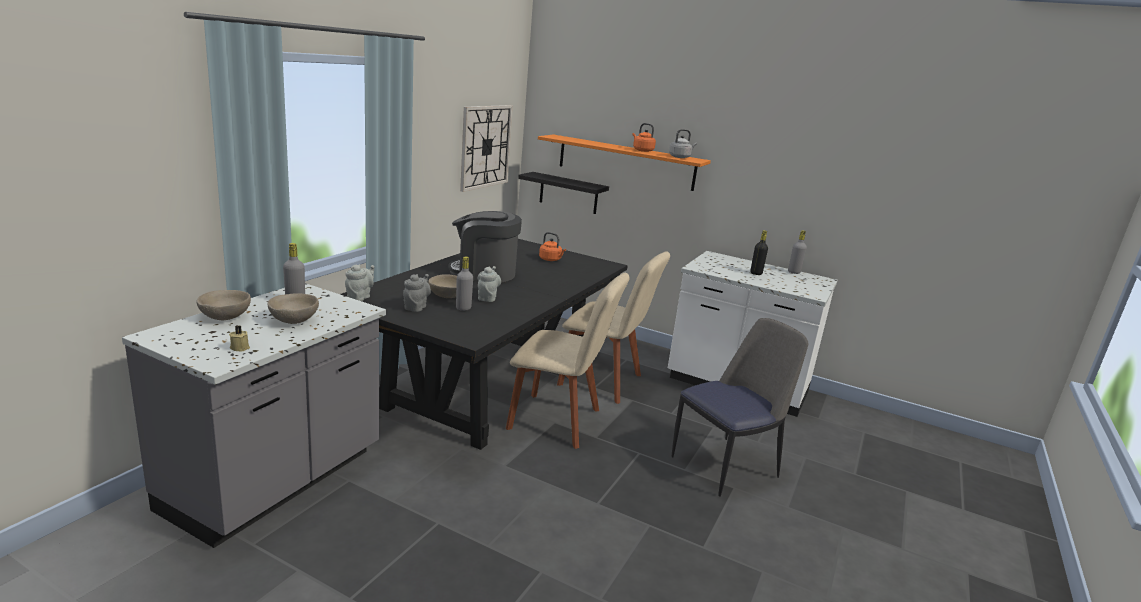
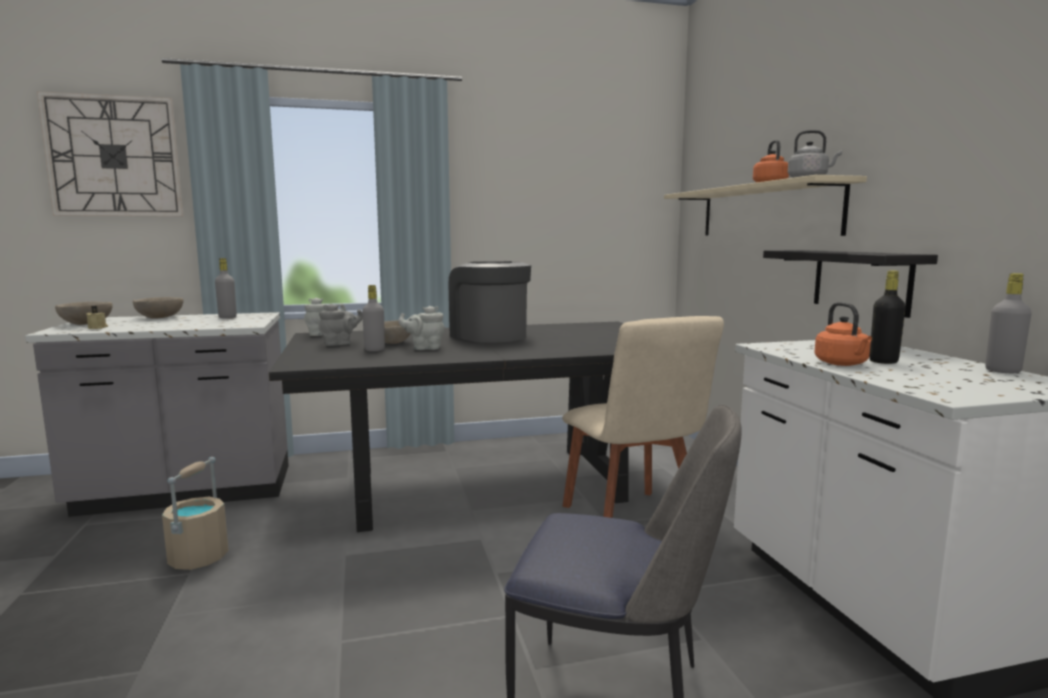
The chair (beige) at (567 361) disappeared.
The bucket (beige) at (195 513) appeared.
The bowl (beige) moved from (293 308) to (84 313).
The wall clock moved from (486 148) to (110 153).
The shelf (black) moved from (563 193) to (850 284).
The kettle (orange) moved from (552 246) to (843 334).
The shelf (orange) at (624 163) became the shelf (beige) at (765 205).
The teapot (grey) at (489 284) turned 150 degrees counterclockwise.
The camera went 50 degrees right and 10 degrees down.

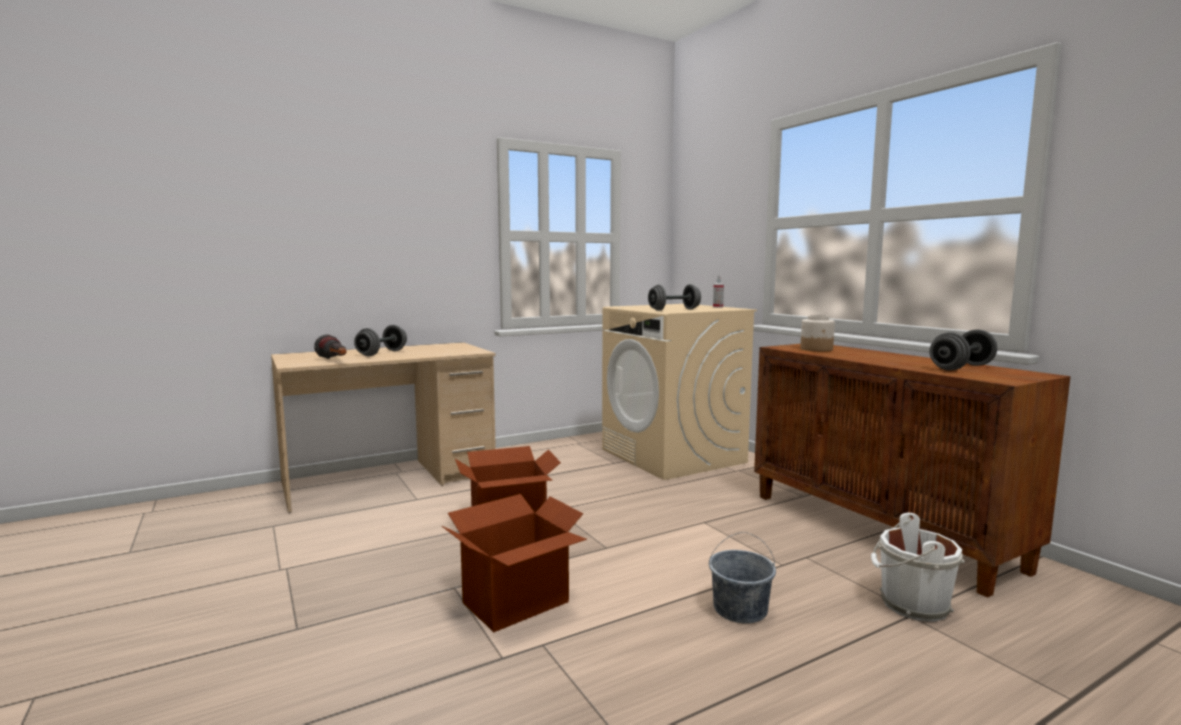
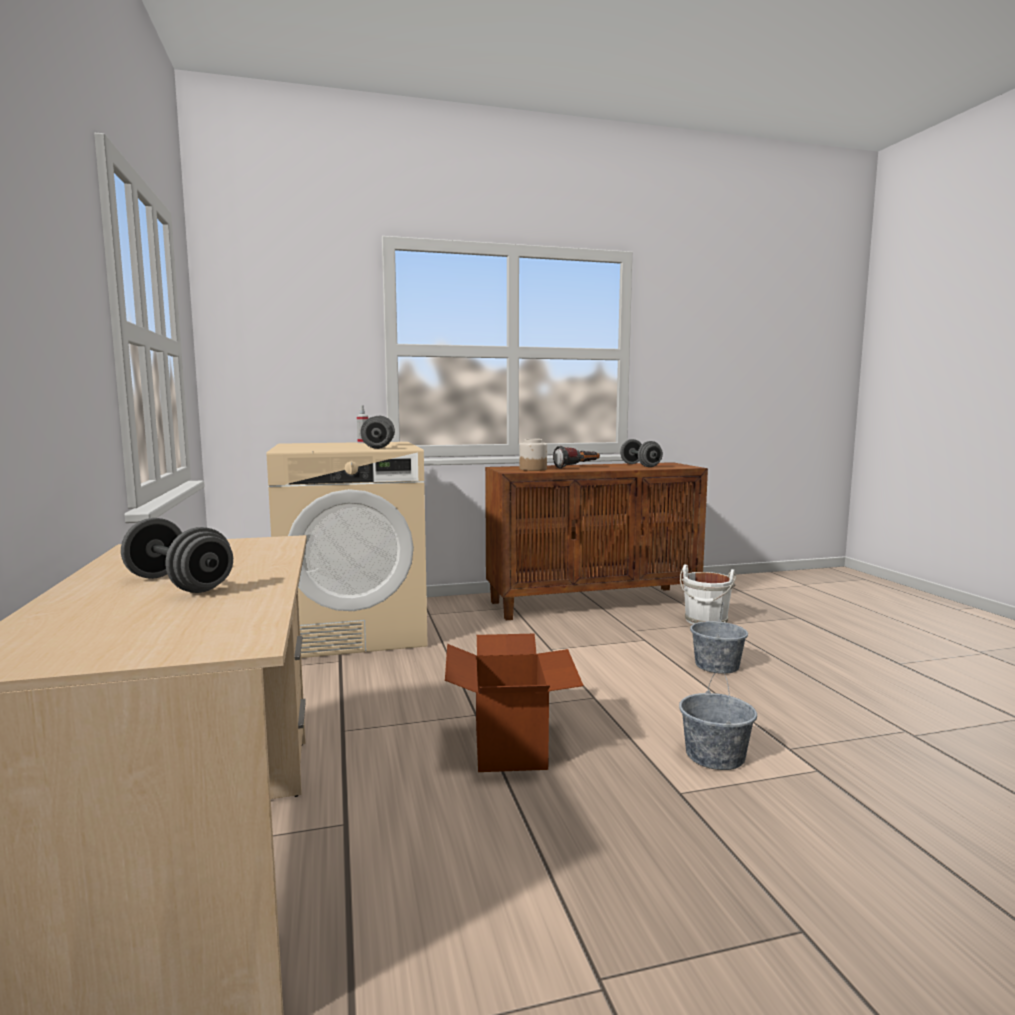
The flashlight moved from (330 346) to (576 457).
The cardboard box at (514 563) was replaced by the bucket (grey) at (718 720).
The camera went 75 degrees left and 0 degrees up.

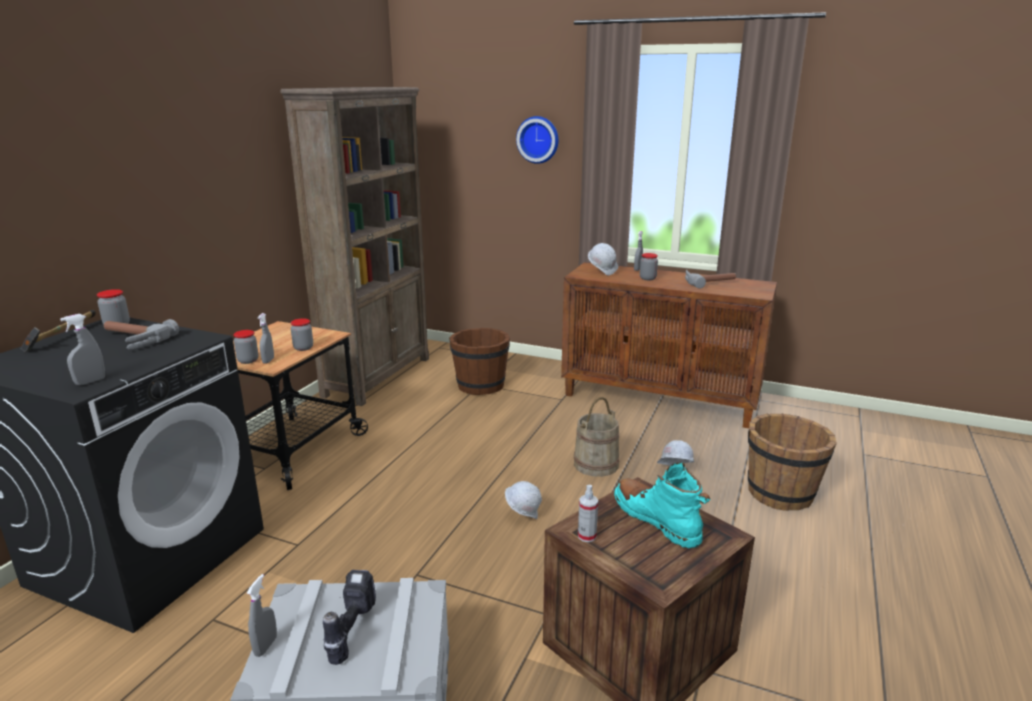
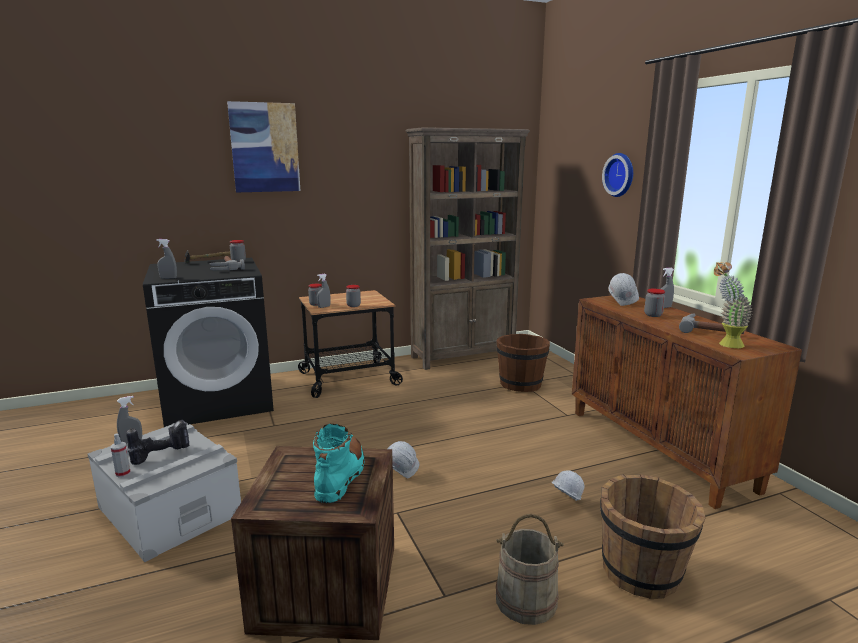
The picture at (263 146) appeared.
The potted plant at (733 305) appeared.
The bucket (beige) moved from (596 437) to (530 569).
The spray bottle moved from (588 513) to (121 455).
The camera went 45 degrees right and 5 degrees down.

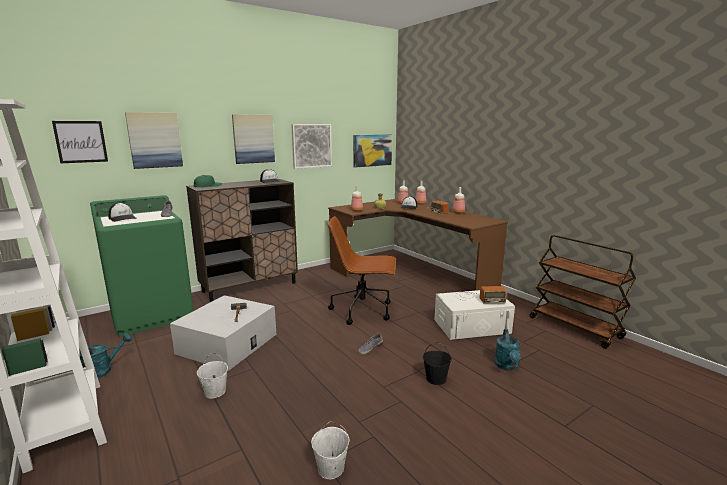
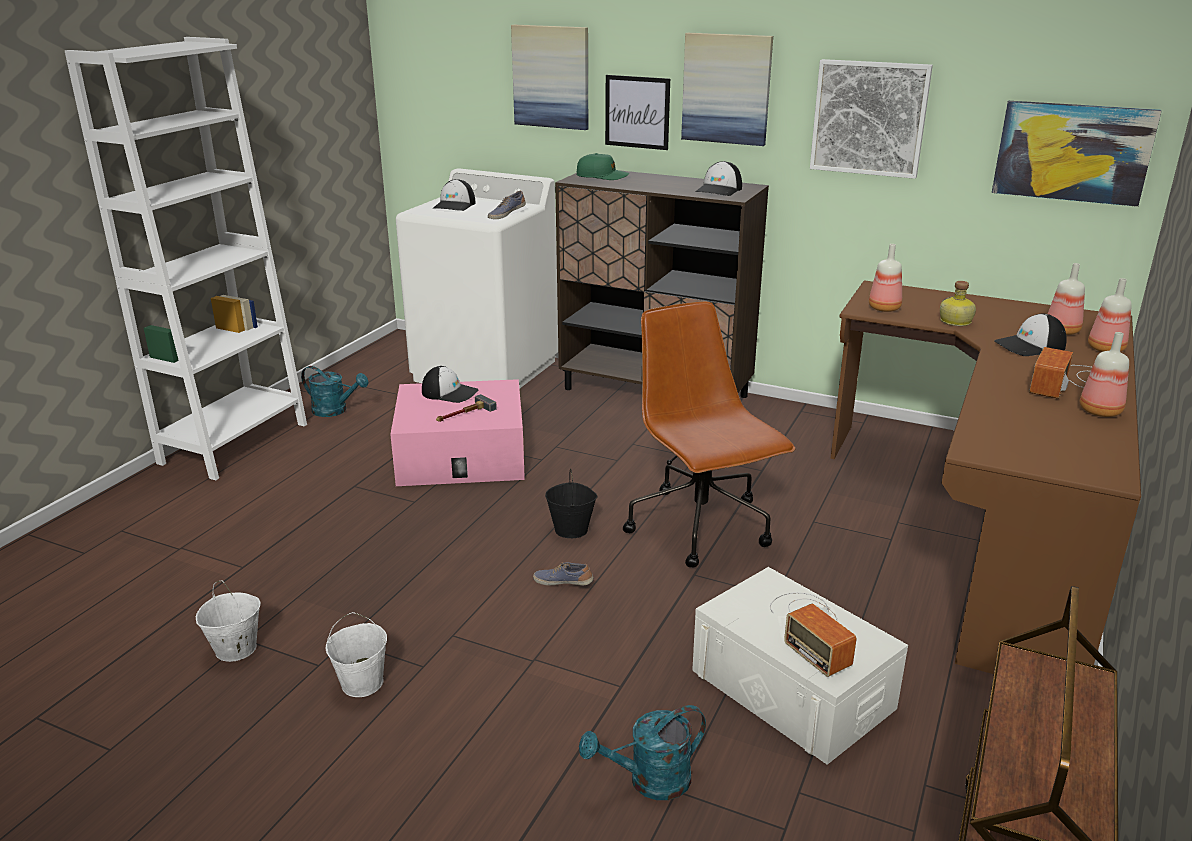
The cap at (450 384) appeared.
The picture moved from (80 142) to (637 112).
The bucket (white) moved from (212 375) to (356 654).
The bucket (black) moved from (437 363) to (571 503).
The washing machine (green) at (142 266) became the washing machine (white) at (477 278).
The storage box (white) at (223 333) became the storage box (pink) at (457 432).
The camera went 60 degrees right and 10 degrees up.

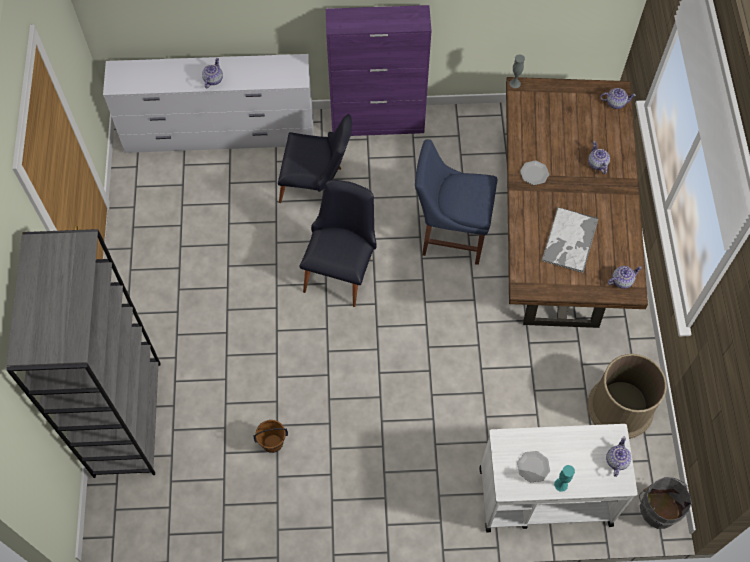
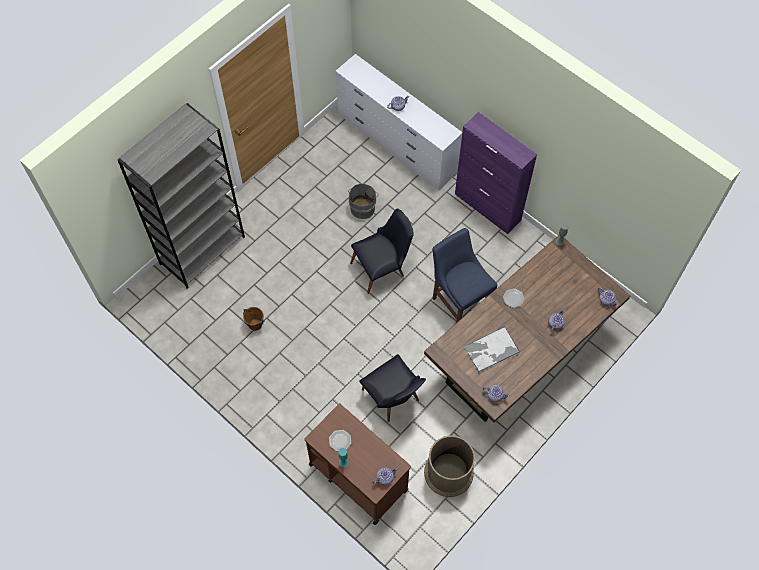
The chair (black) moved from (315 158) to (393 388).
The bucket (grey) moved from (665 503) to (363 201).
The cart (white) at (559 478) became the cart (brown) at (357 464).
The camera went 45 degrees right and 0 degrees up.

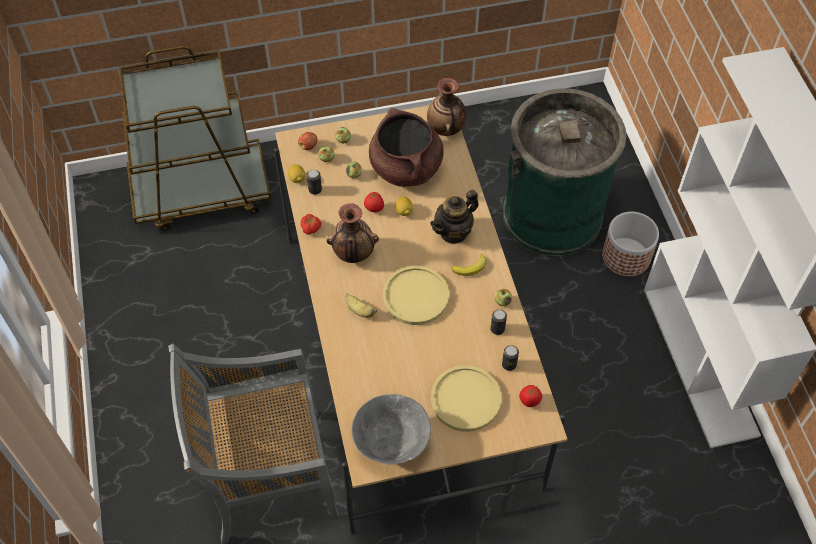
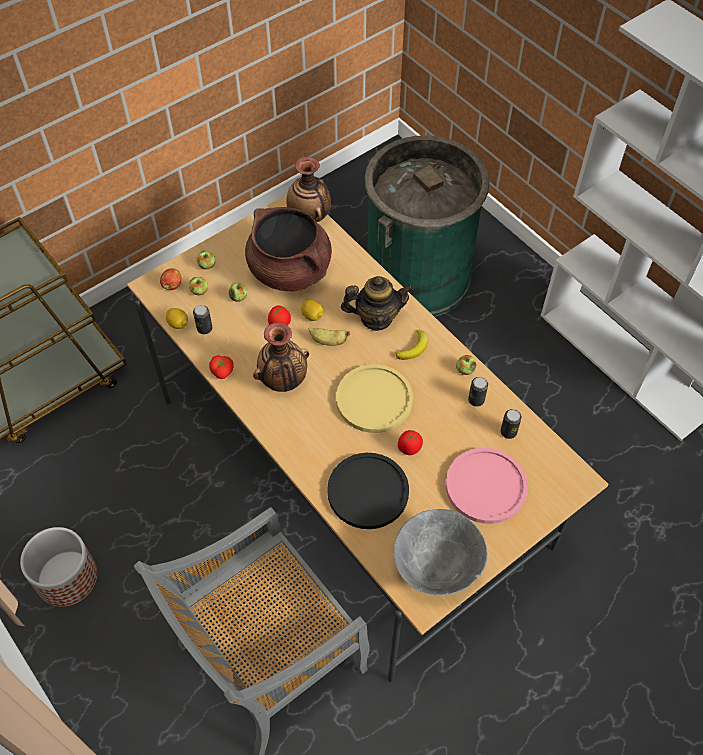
The plate (black) at (368 491) appeared.
The banana moved from (361 305) to (329 337).
The tomato moved from (530 396) to (410 442).
The planter moved from (630 244) to (58 567).
The plate (yellow) at (466 398) became the plate (pink) at (487 486).
The teapot at (454 217) turned 120 degrees counterclockwise.
The camera went 25 degrees left and 0 degrees up.

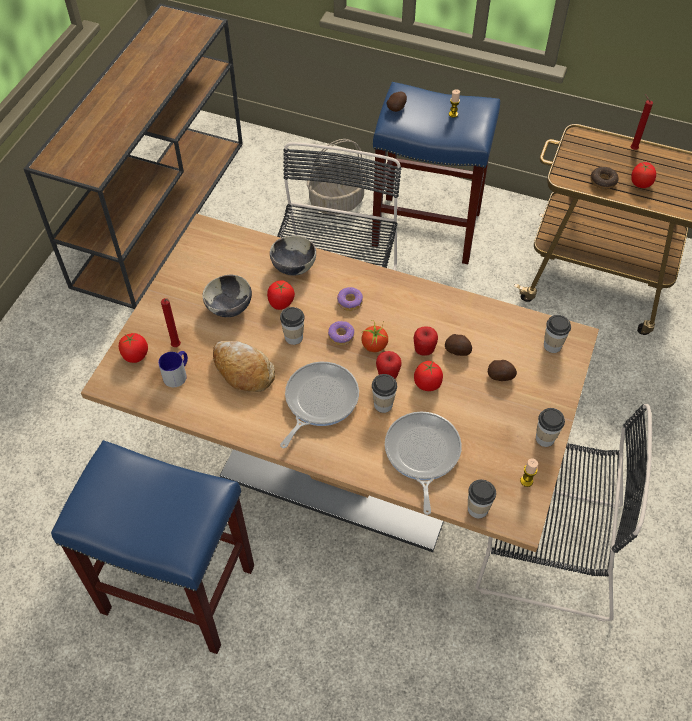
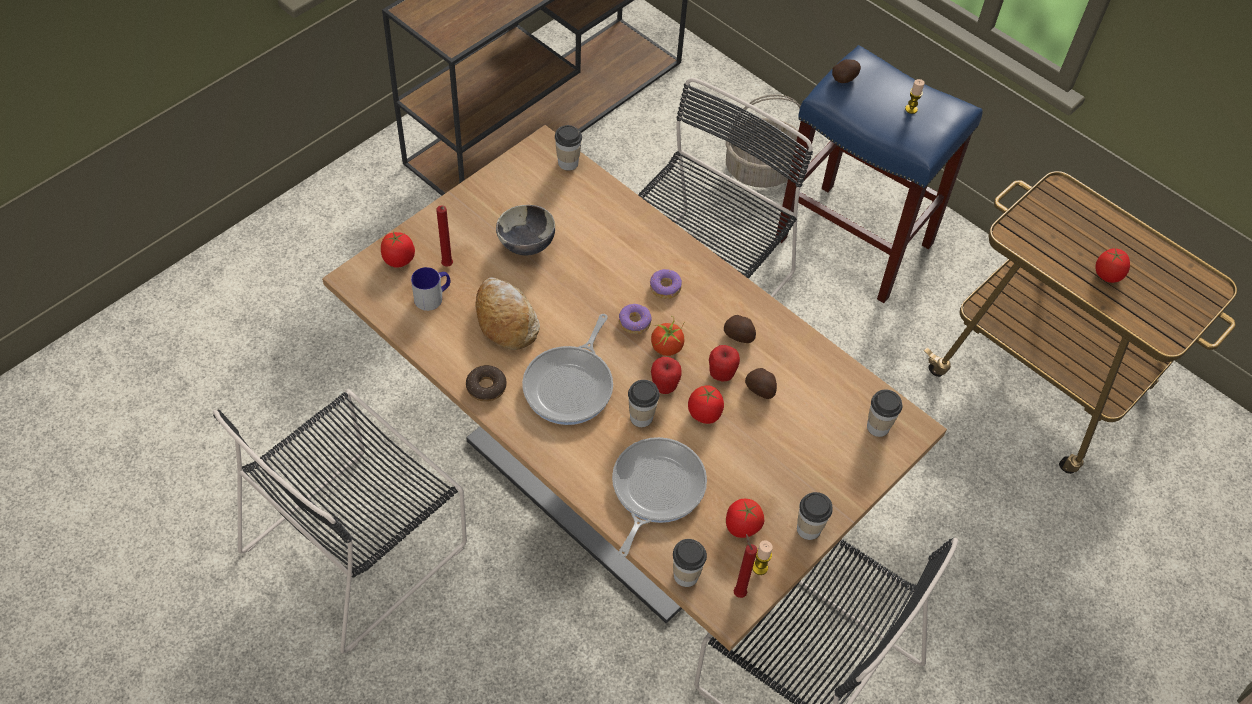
The bowl at (293 255) disappeared.
The tomato moved from (281 295) to (745 518).
The cup moved from (292 326) to (568 148).
The potato moved from (502 370) to (740 329).
The donut moved from (605 178) to (486 383).
The candle (red) moved from (641 122) to (745 566).
The stool (blue) at (152 547) was replaced by the chair (black) at (340 521).
The frying pan at (319 405) turned 150 degrees clockwise.
The camera went 20 degrees right and 0 degrees up.

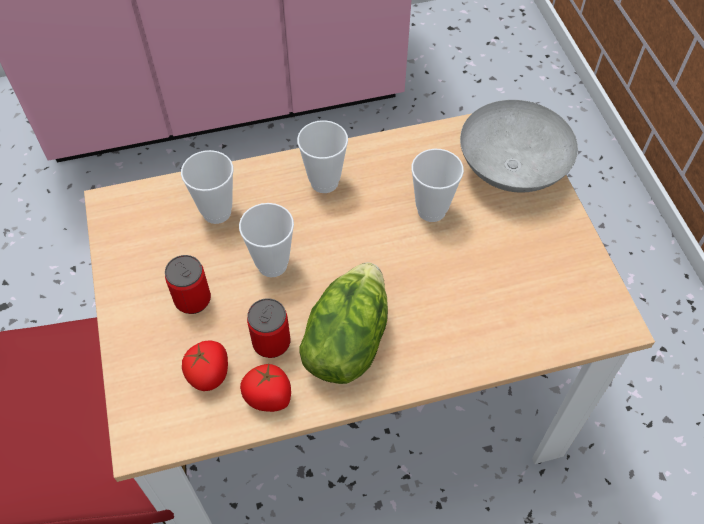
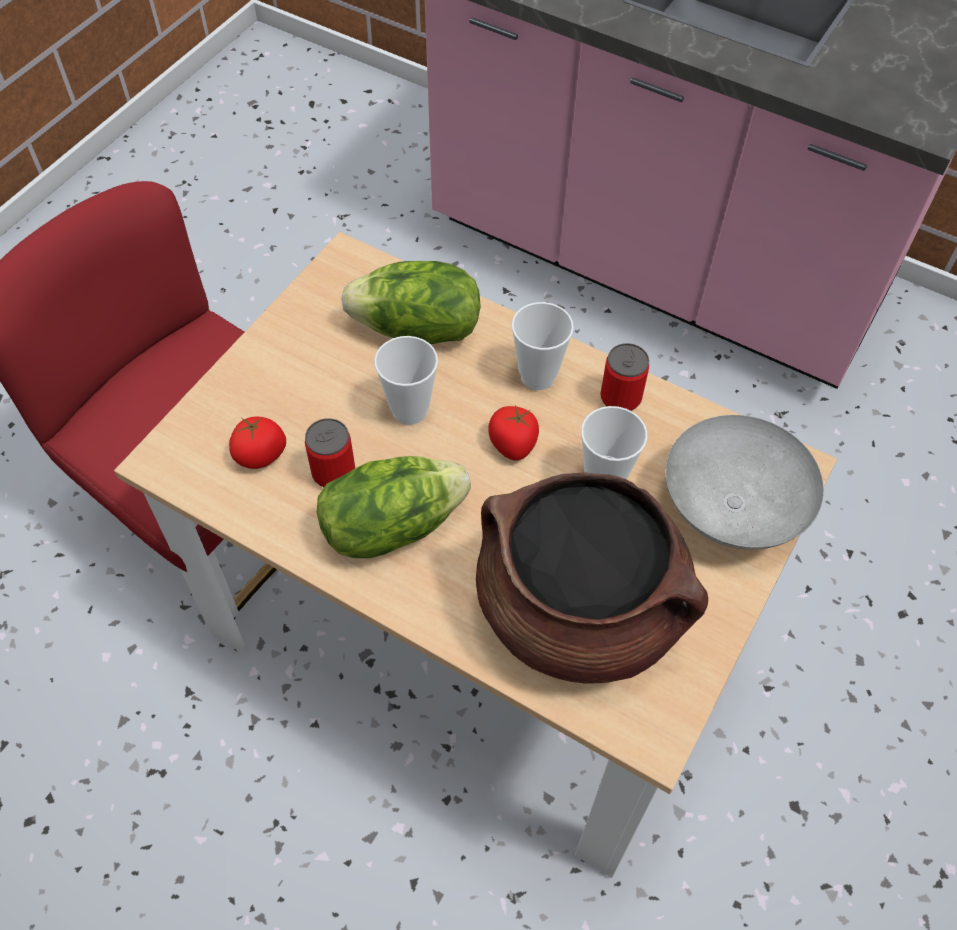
The cooking pot (brown) at (592 578) appeared.
The can moved from (188 284) to (624 377).
The tomato moved from (265 388) to (513 433).
The cup at (207 187) was replaced by the lettuce at (411 302).
The camera went 45 degrees right and 0 degrees up.

